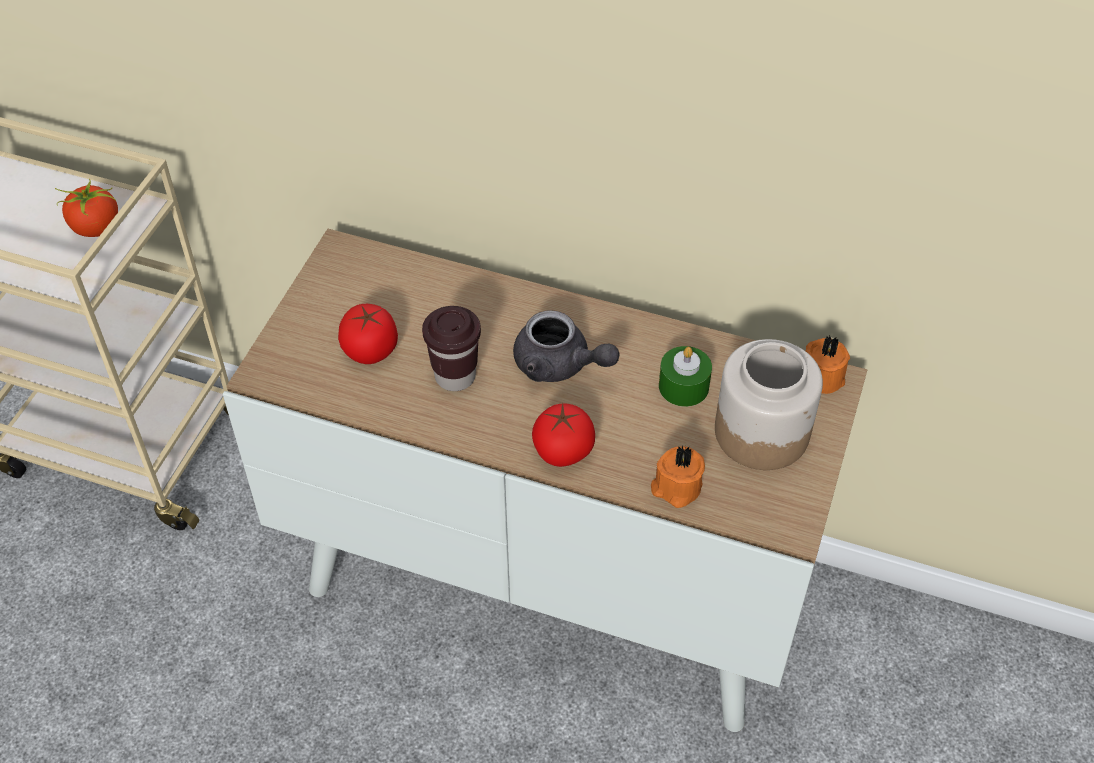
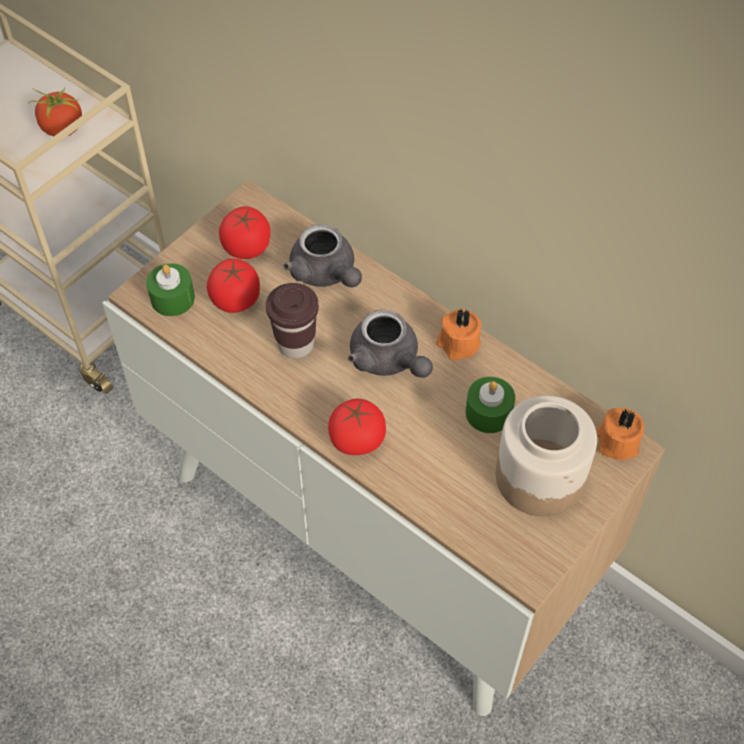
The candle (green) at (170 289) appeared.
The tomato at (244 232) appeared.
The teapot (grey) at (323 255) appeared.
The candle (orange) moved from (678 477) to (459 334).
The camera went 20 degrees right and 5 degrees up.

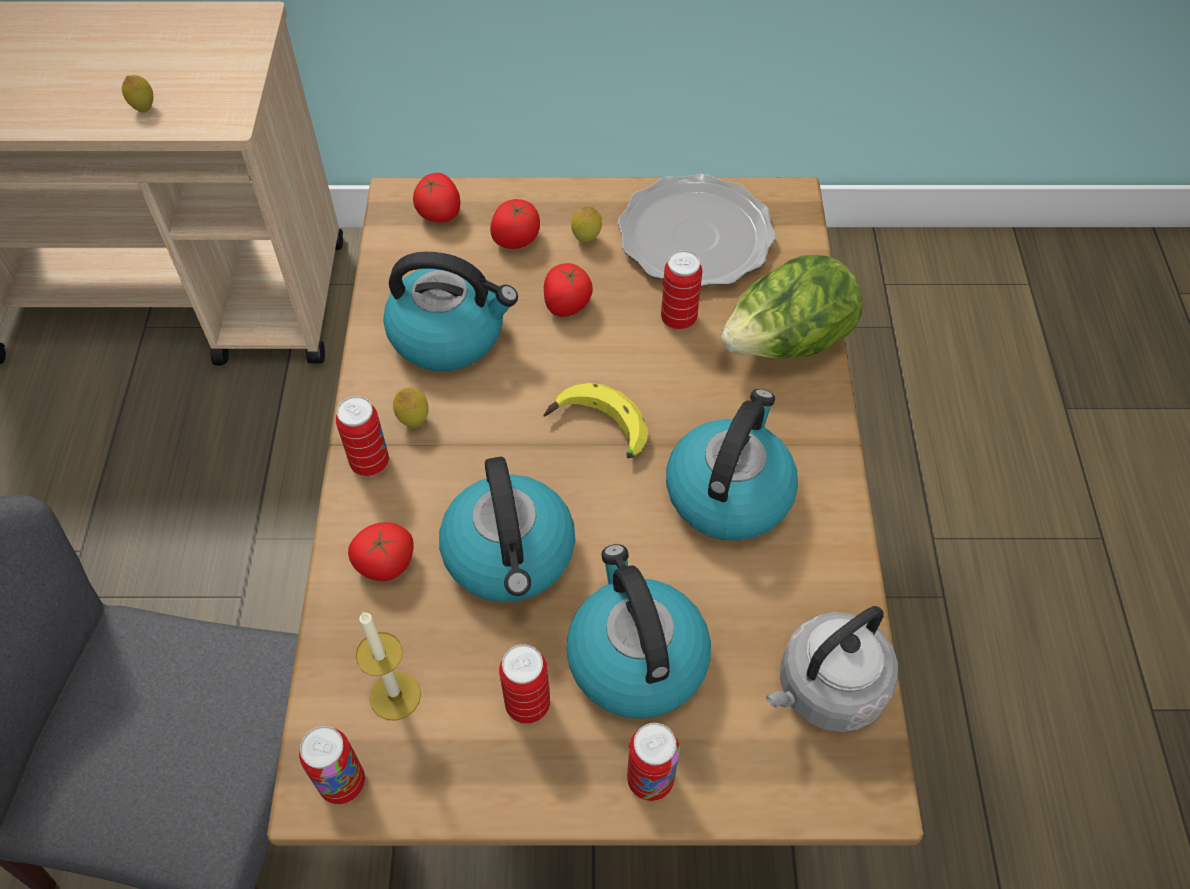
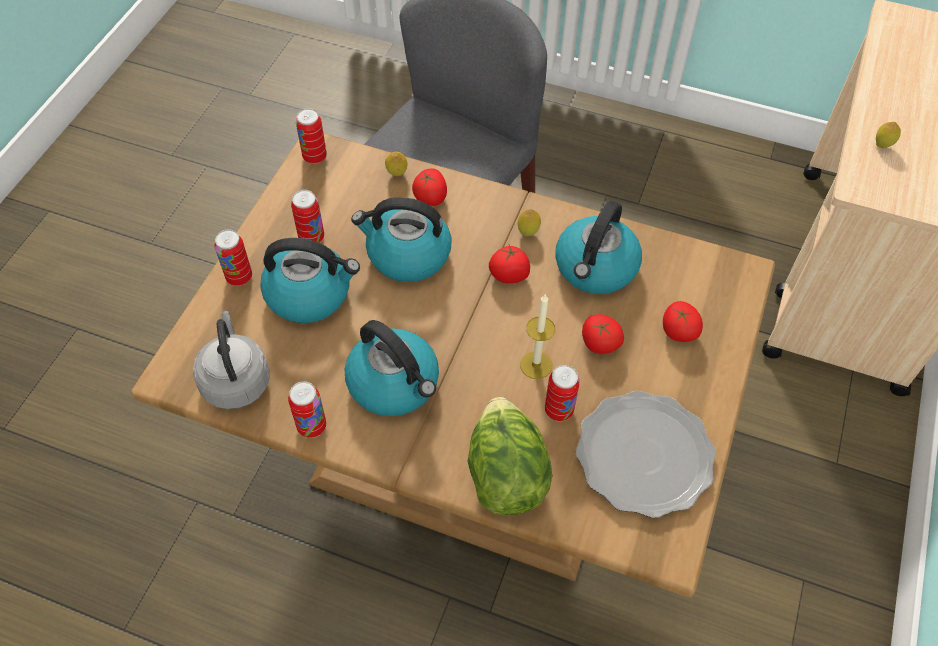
The banana at (596 420) disappeared.
The can moved from (362 436) to (307 409).
The candle moved from (388 666) to (537 337).
The tomato moved from (437 198) to (509 264).
The lemon moved from (586 224) to (396 164).
The camera went 110 degrees right and 0 degrees up.

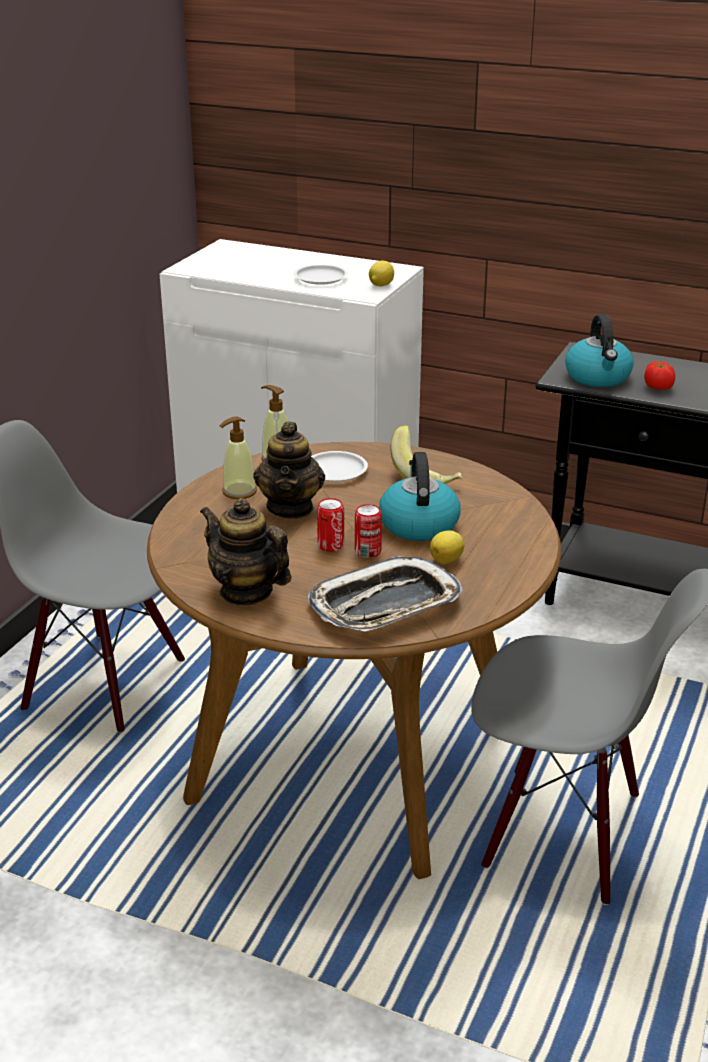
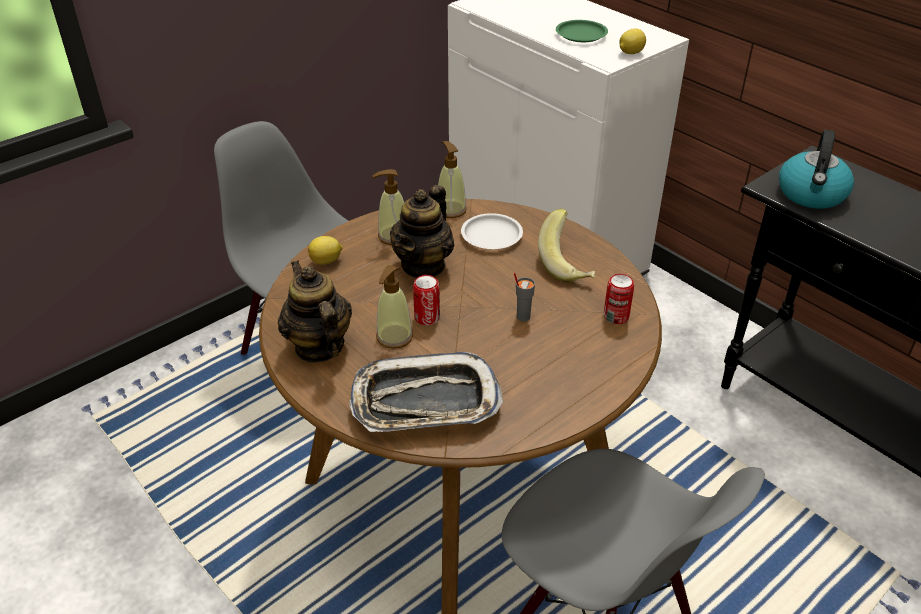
The tomato at (659 376) disappeared.
The soap dispenser at (394 307) appeared.
The can moved from (368 531) to (619 299).
The lemon moved from (447 547) to (325 250).
The kettle at (420 496) was replaced by the cup (grey) at (524 297).
The plate (white) at (321 275) became the plate (green) at (582 31).
The camera went 25 degrees right and 10 degrees up.

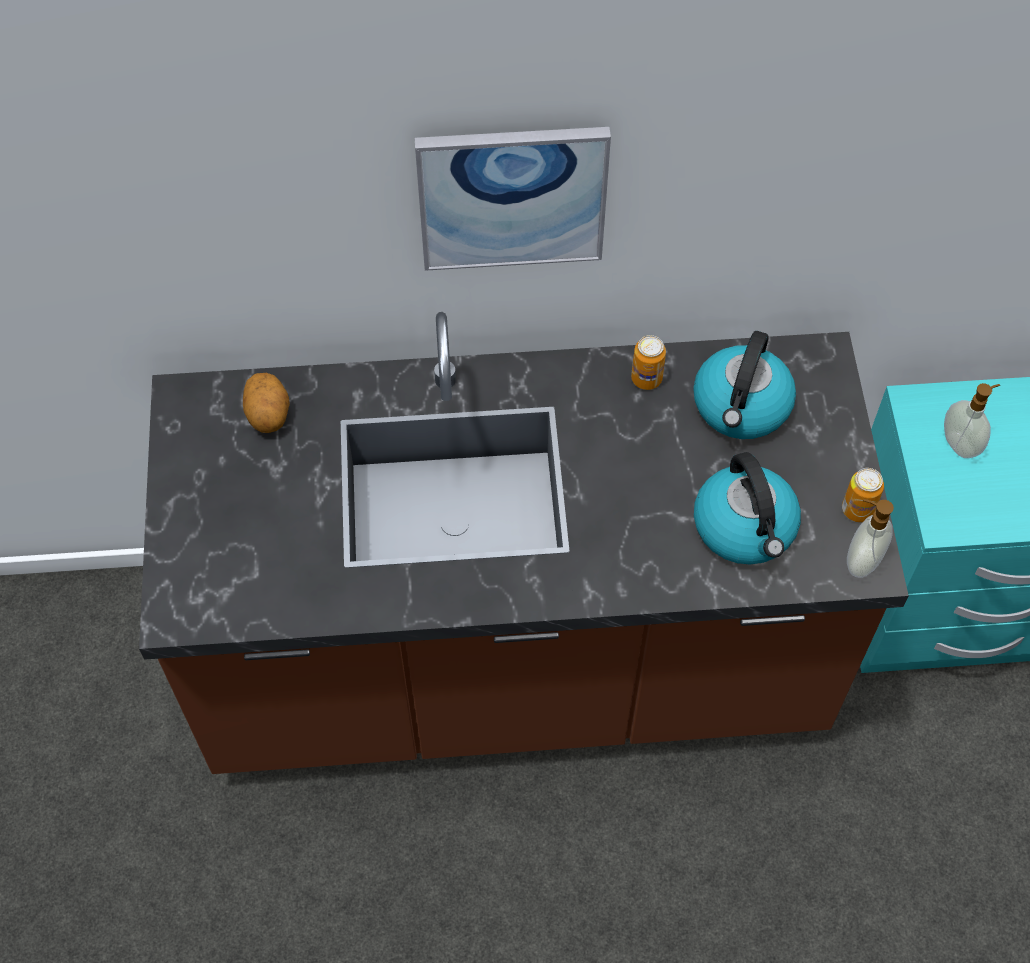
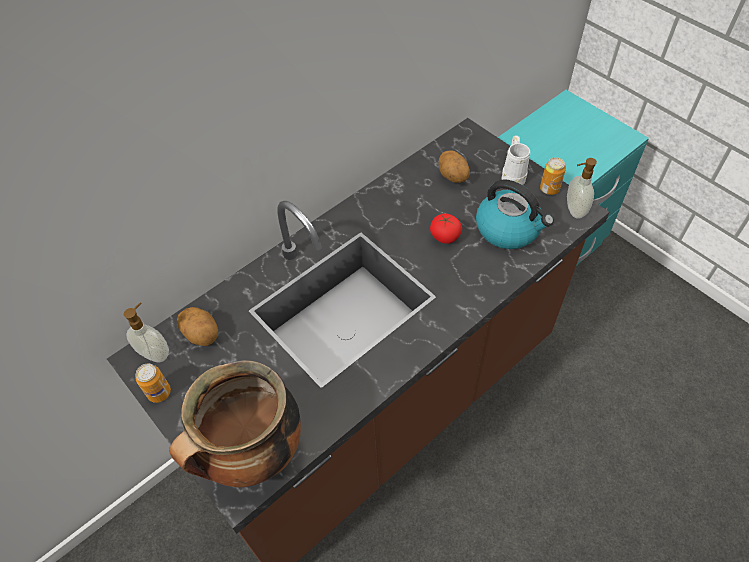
The picture at (513 199) disappeared.
The cooking pot at (235 423) appeared.
The tomato at (446 229) appeared.
The mug (white) at (516 160) appeared.
The can moved from (648 362) to (153 383).
The soap dispenser moved from (972 420) to (146 332).
The kettle at (744 385) was replaced by the potato at (454 166).
The camera went 35 degrees left and 5 degrees down.

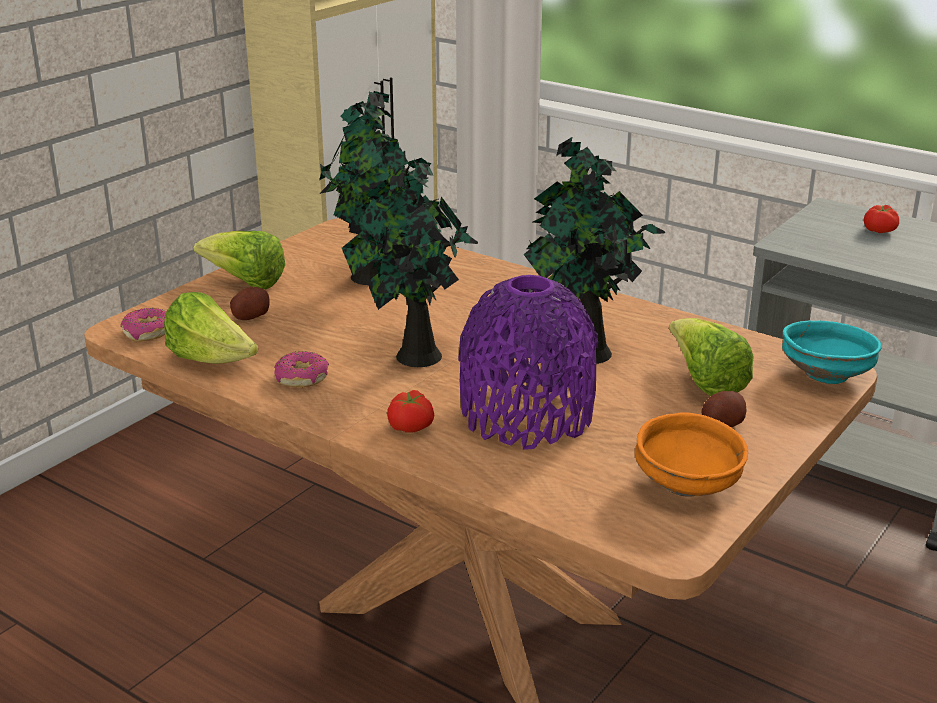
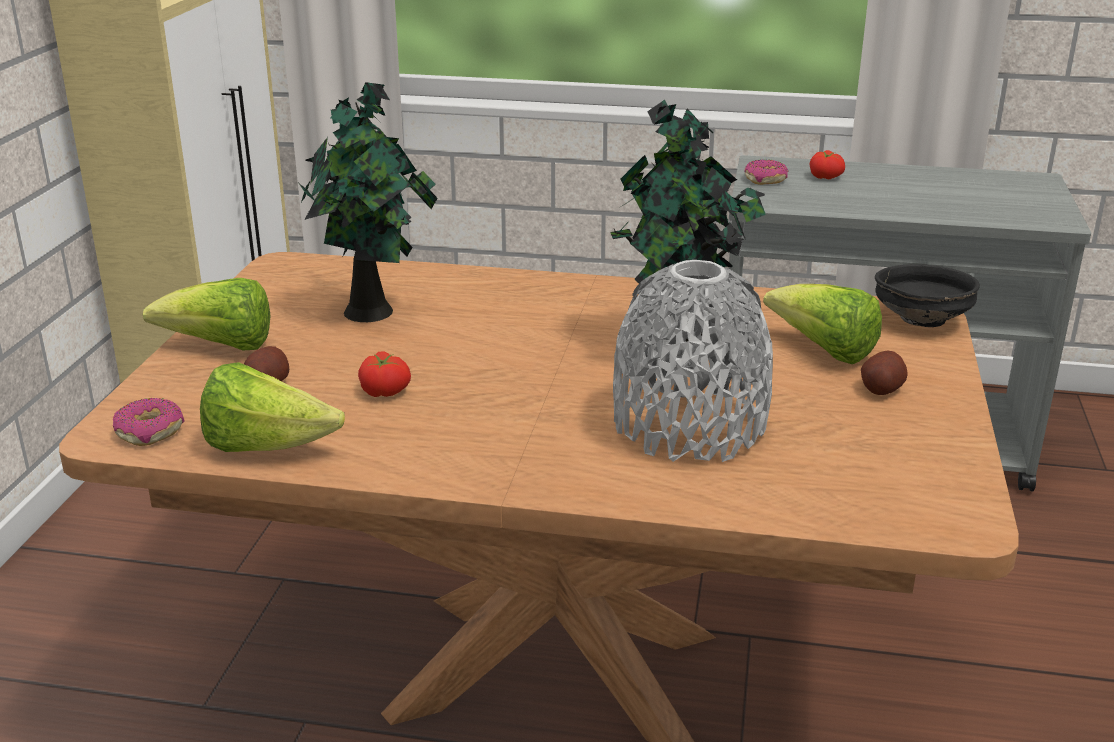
The potted plant at (410 252) disappeared.
The bowl (orange) at (691 454) disappeared.
The donut moved from (301 369) to (766 172).
The tomato moved from (410 411) to (384 374).
The vase (purple) at (528 362) became the vase (grey) at (693 361).
The bowl (turquoise) at (832 352) became the bowl (black) at (927 295).
The camera went 25 degrees left and 0 degrees up.

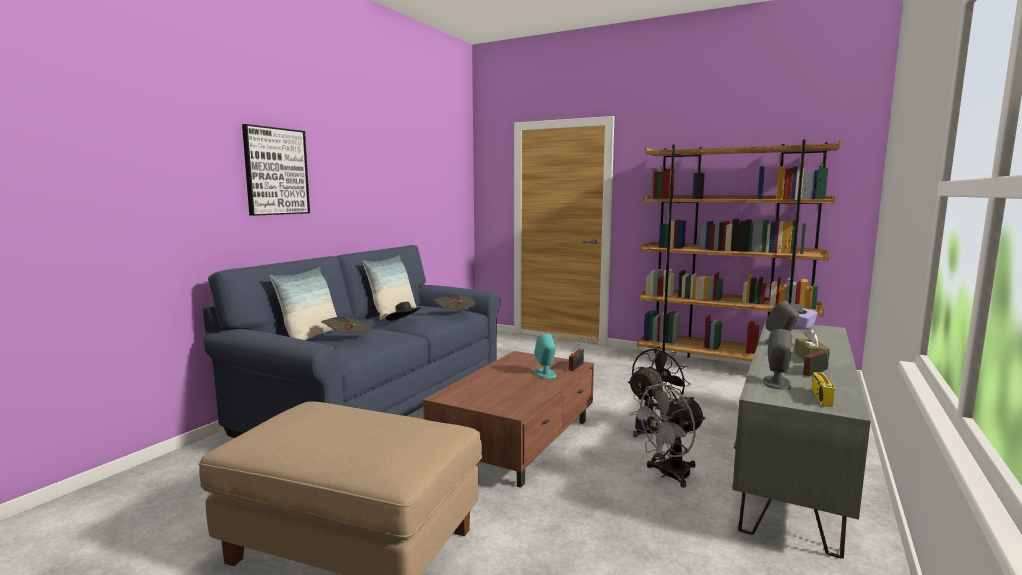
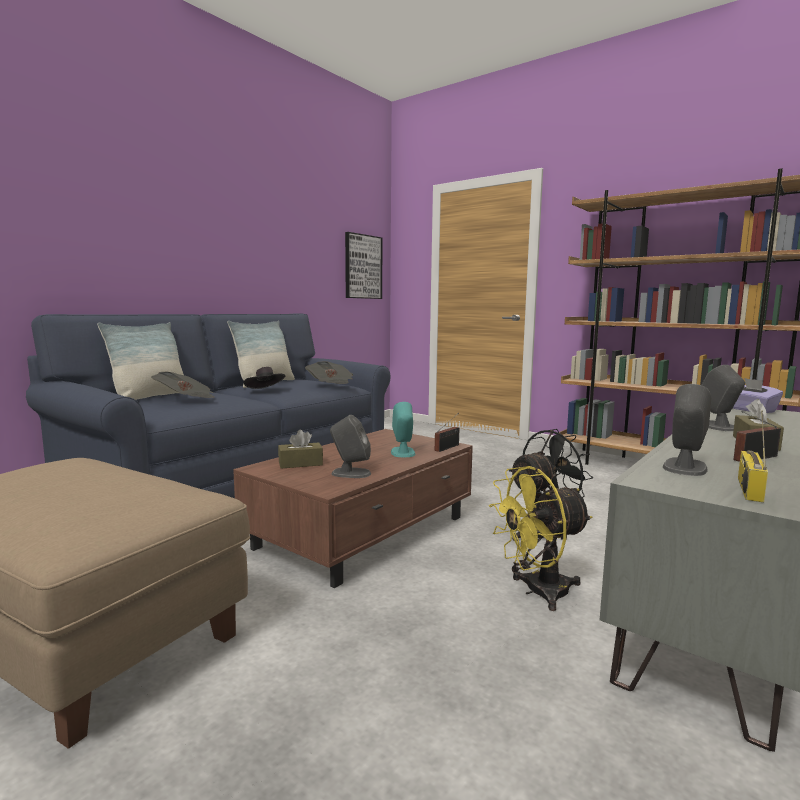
The tissue box (brown) at (300 449) appeared.
The speaker (grey) at (350 446) appeared.
The picture moved from (276 170) to (363 265).
The fan (grey) at (667 436) became the fan (yellow) at (540 538).
The camera went 10 degrees right and 0 degrees up.

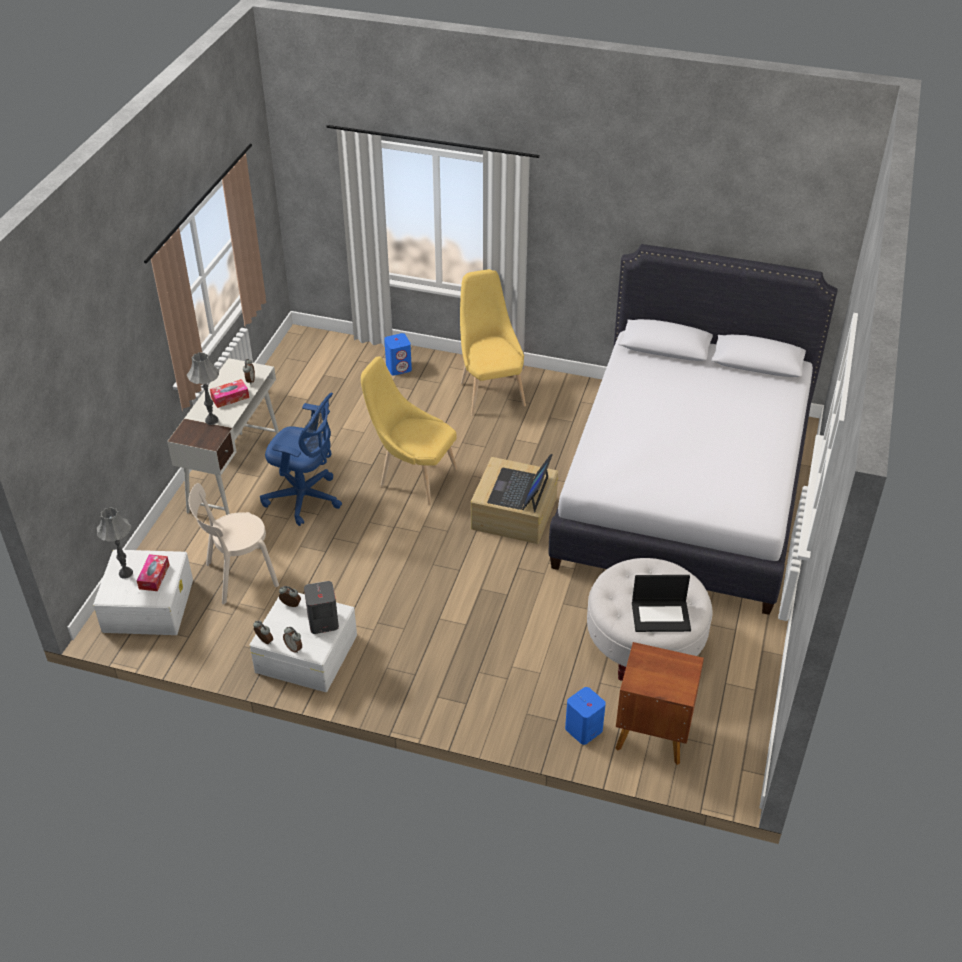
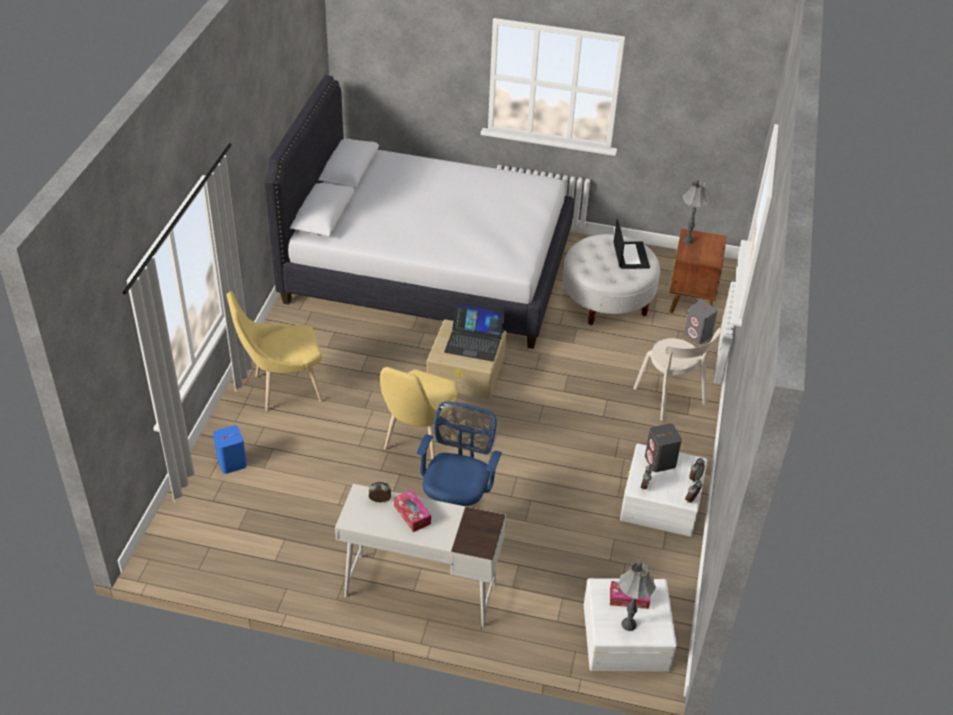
The table lamp (grey) moved from (203 388) to (696 212).
The chair (beige) moved from (234 543) to (677 374).
The speaker (blue) at (585 716) became the speaker (grey) at (701 322).
The camera went 95 degrees left and 0 degrees up.

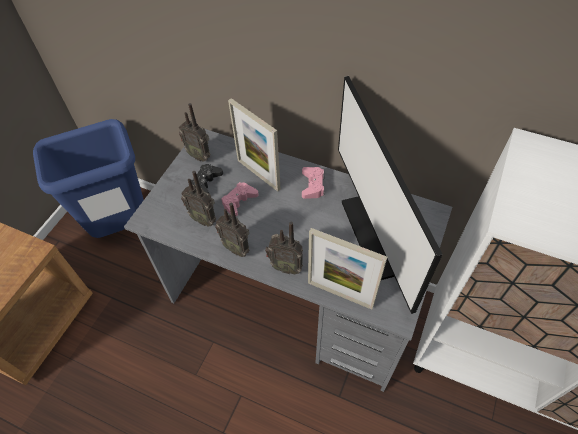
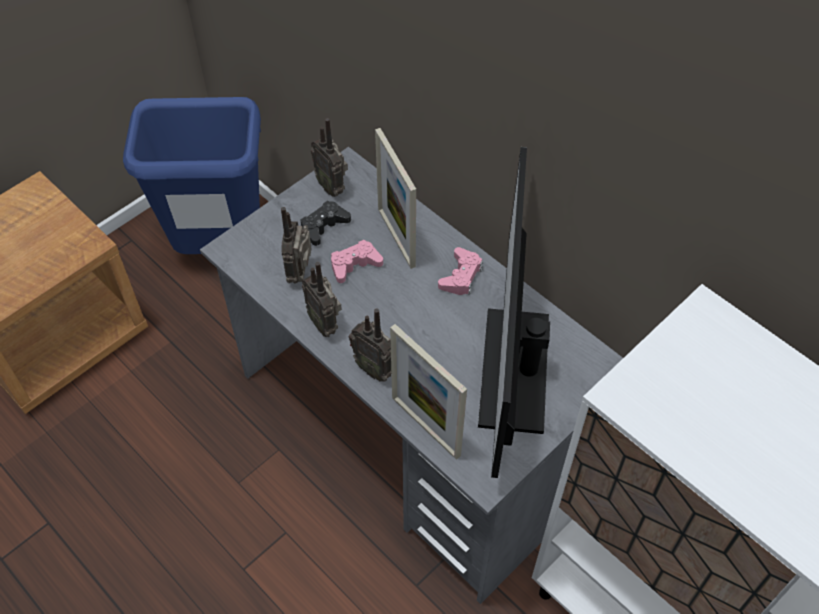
The radio at (198 199) turned 45 degrees clockwise.
The camera went 20 degrees right and 0 degrees up.

